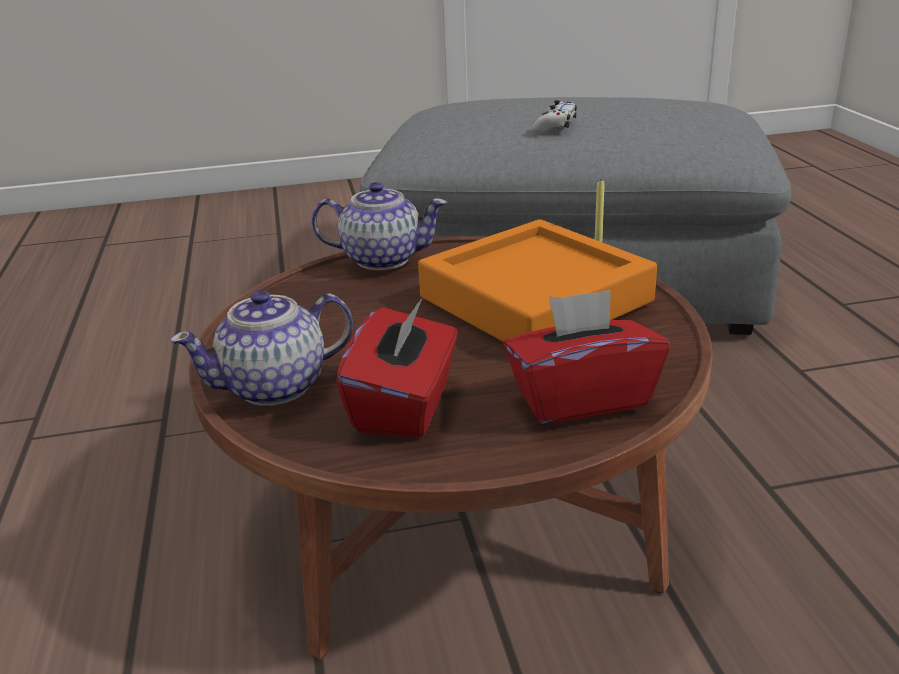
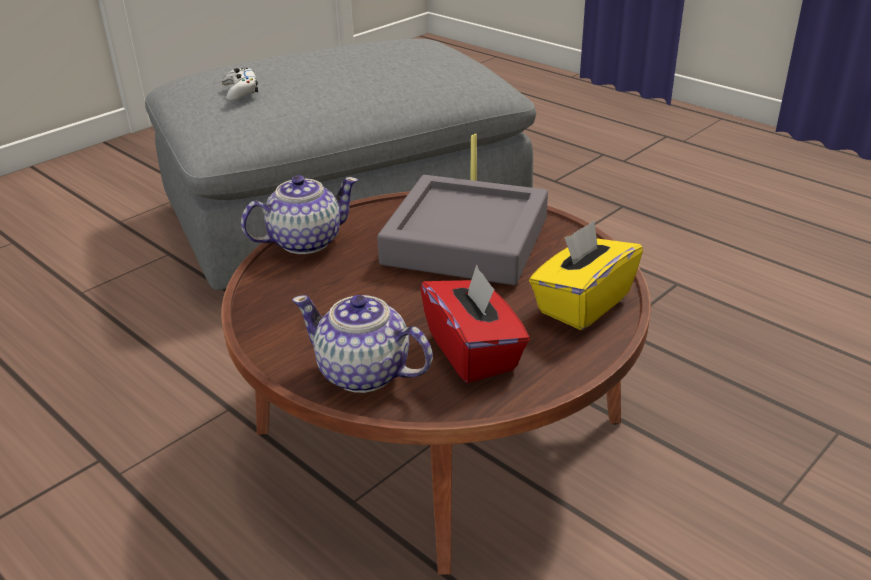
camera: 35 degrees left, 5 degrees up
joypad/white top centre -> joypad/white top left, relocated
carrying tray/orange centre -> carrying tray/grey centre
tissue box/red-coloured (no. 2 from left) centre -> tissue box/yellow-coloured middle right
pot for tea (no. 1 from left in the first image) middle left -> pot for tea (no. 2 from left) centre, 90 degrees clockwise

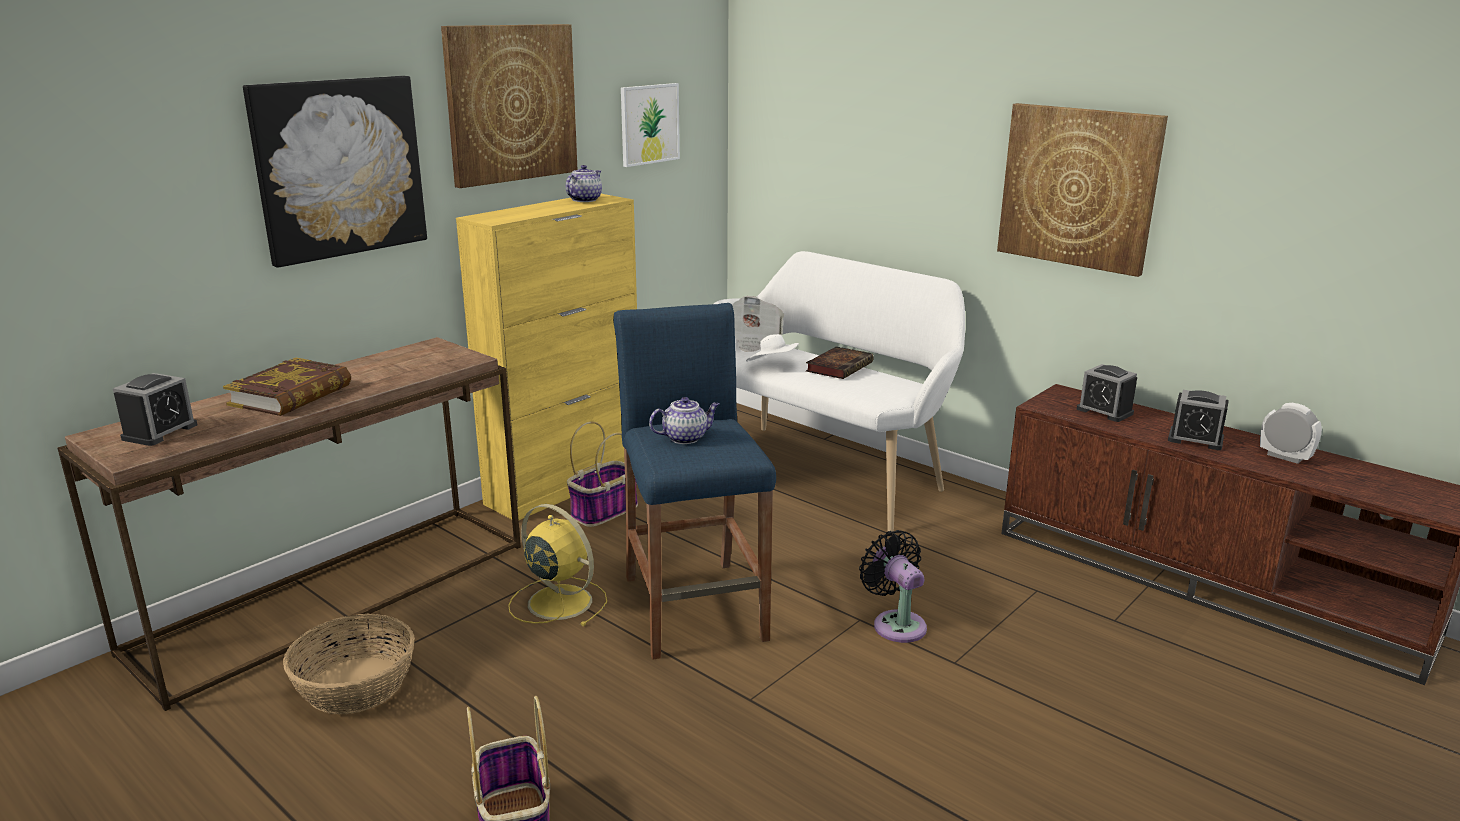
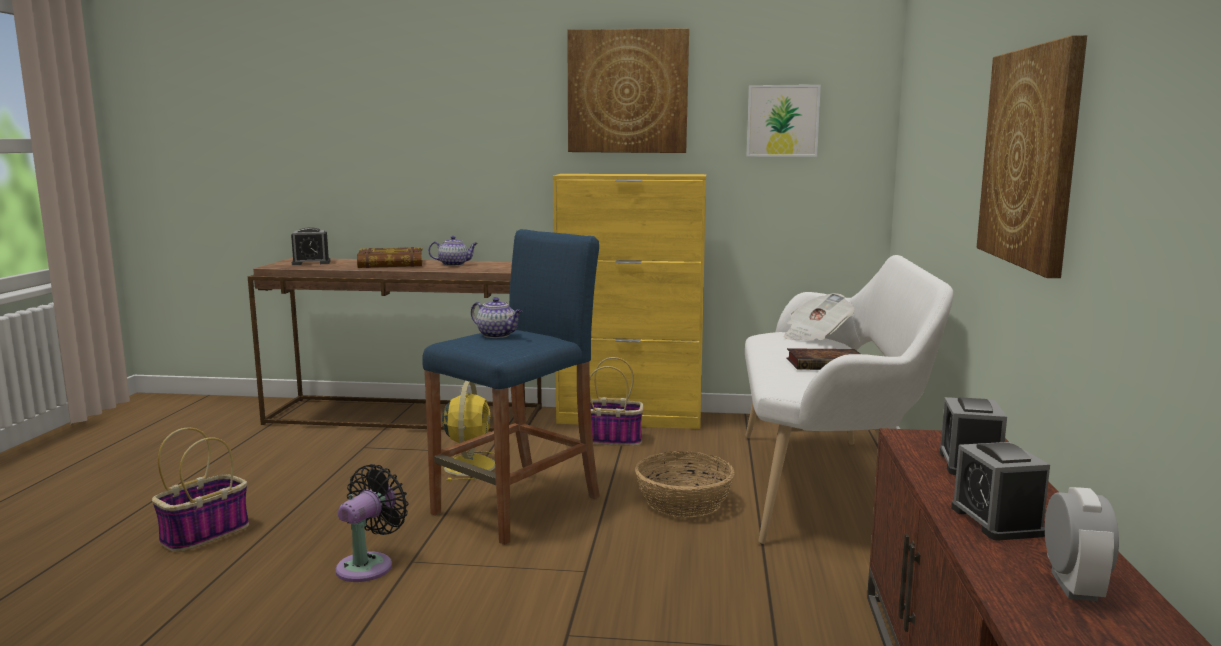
camera: 55 degrees right, 10 degrees down
picture (no. 1 from left) top left -> none
clothing hat/white centre -> none
basket (no. 1 from left in the first image) bottom left -> basket (no. 3 from left) bottom centre, relocated
pot for tea (no. 1 from left) top centre -> pot for tea (no. 1 from left) centre, relocated
electric fan/blackish bottom centre -> electric fan/blackish bottom left, relocated

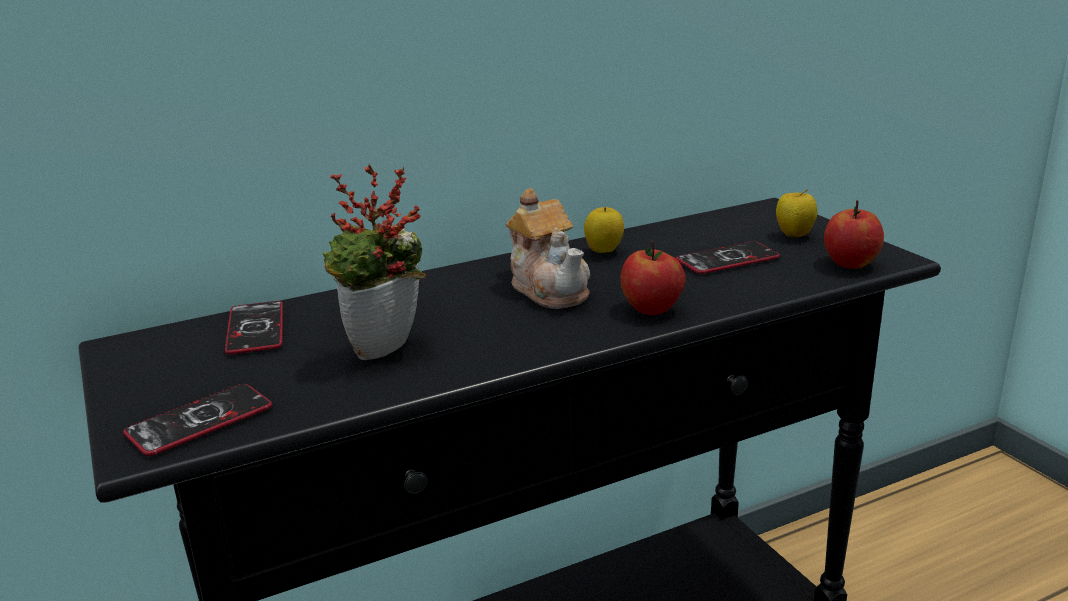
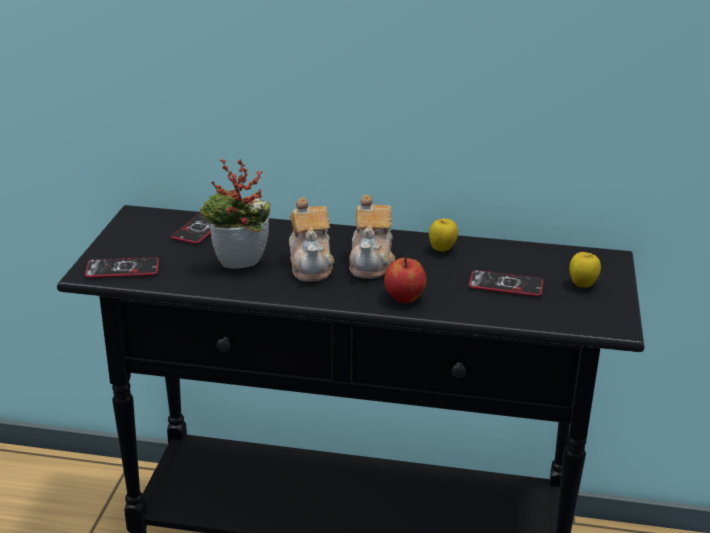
camera: 35 degrees right, 5 degrees up
apple (no. 4 from left) middle right -> none
none -> pot for tea (no. 1 from left) centre

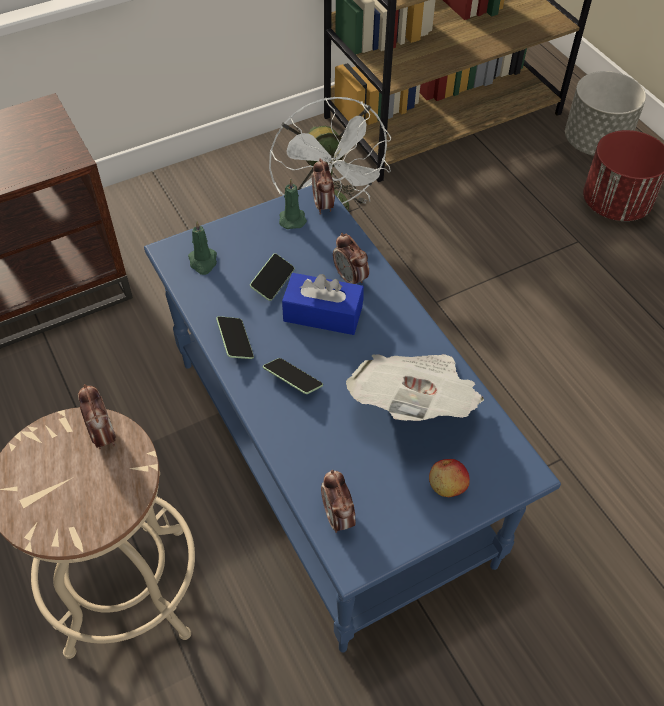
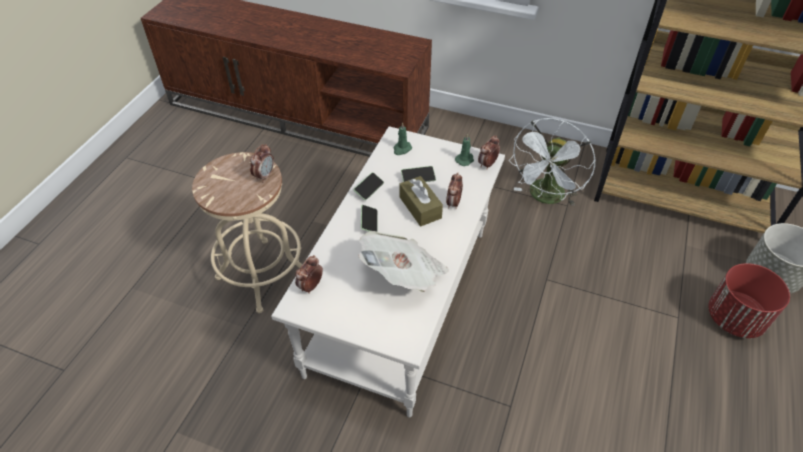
camera: 50 degrees right, 5 degrees down
apple bottom right -> none
low table/blue centre -> low table/white centre
tissue box/blue centre -> tissue box/brown centre

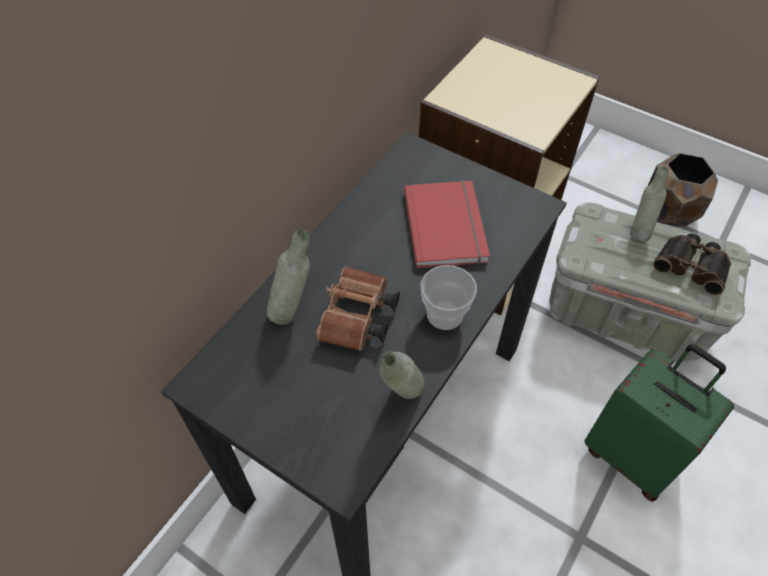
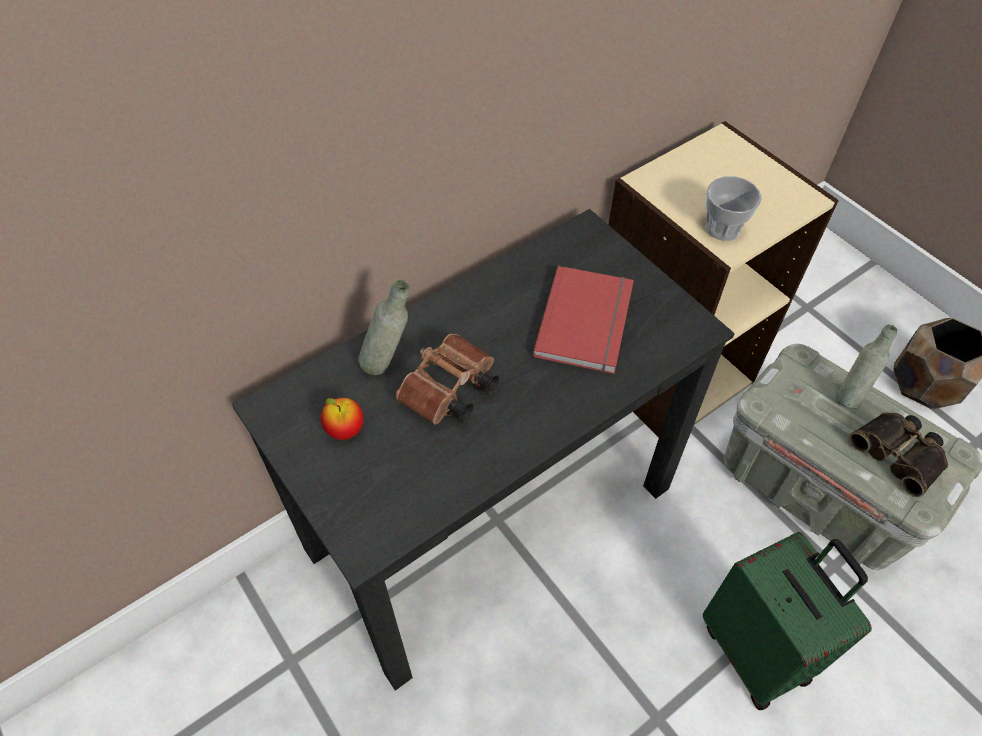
camera: 20 degrees right, 0 degrees up
beverage bottle/grey (no. 2 from left) centre -> none
none -> apple centre
drinking cup centre -> drinking cup top right, relocated

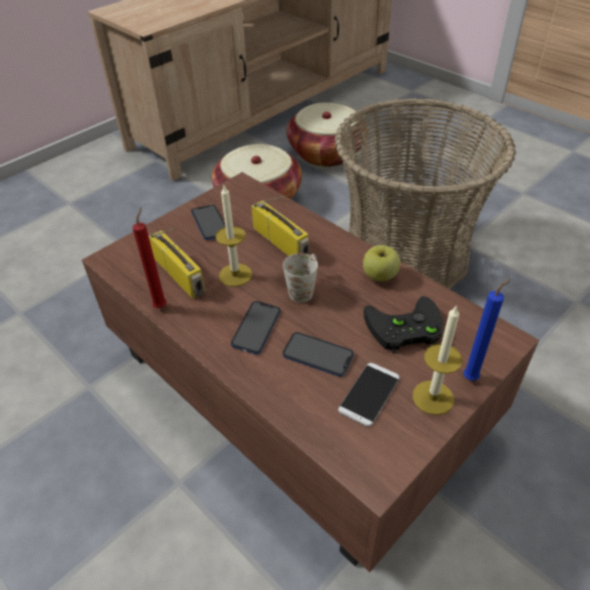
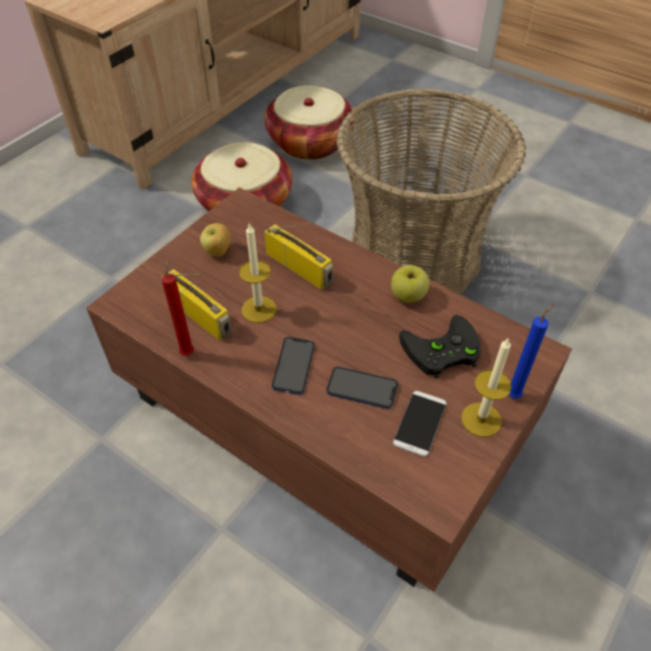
camera: 10 degrees left, 5 degrees up
coffee mug/white centre -> none
phone (no. 1 from left) centre -> apple (no. 1 from left) middle left

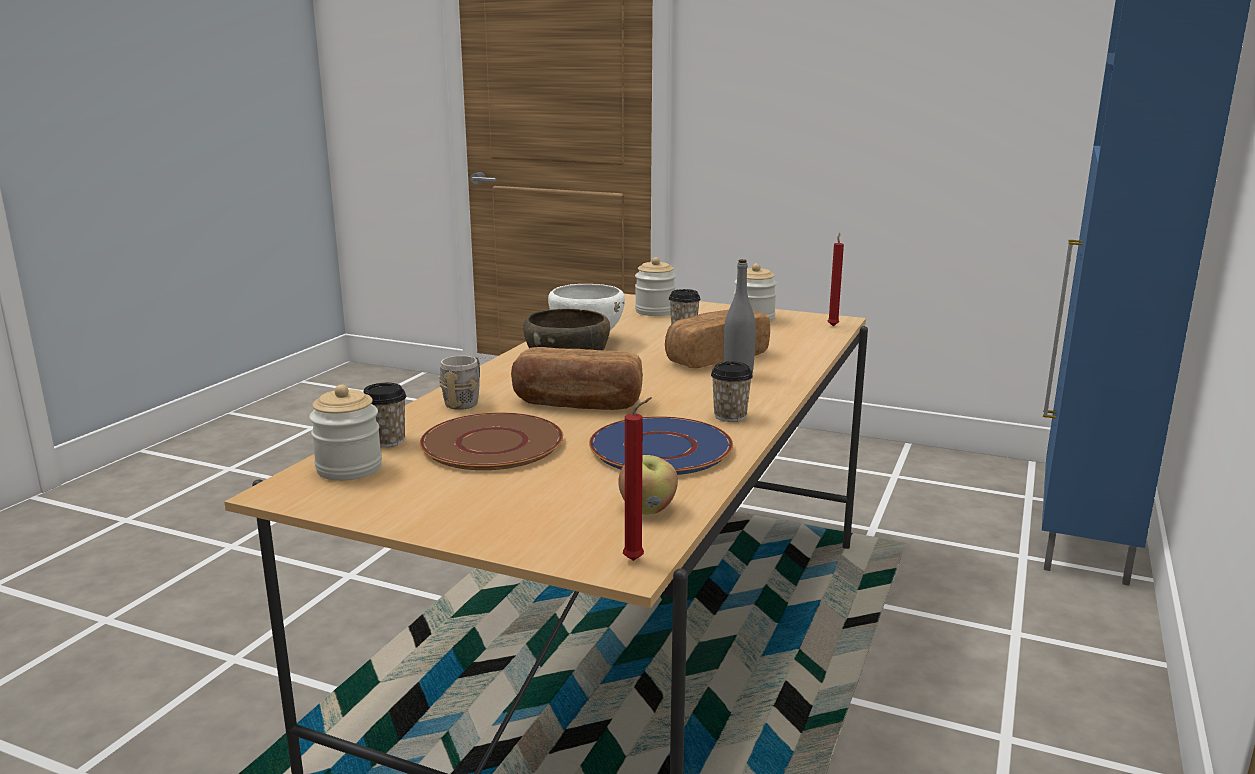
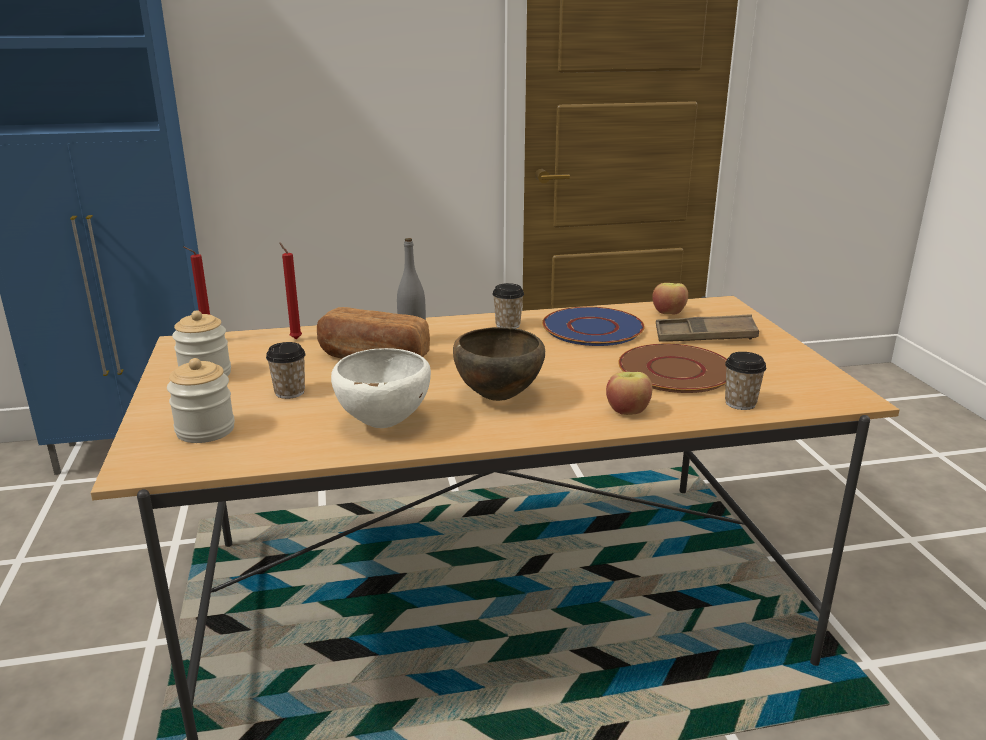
camera: 125 degrees left, 5 degrees up
preserve jar (no. 1 from left) middle left -> none
baked bread (no. 1 from left) centre -> none
none -> carrying tray/brown middle right
wax light/red-coloured (no. 1 from left in the first image) centre -> wax light/red-coloured (no. 2 from left) middle left, relocated
coffee mug/grey centre -> apple (no. 1 from left) centre

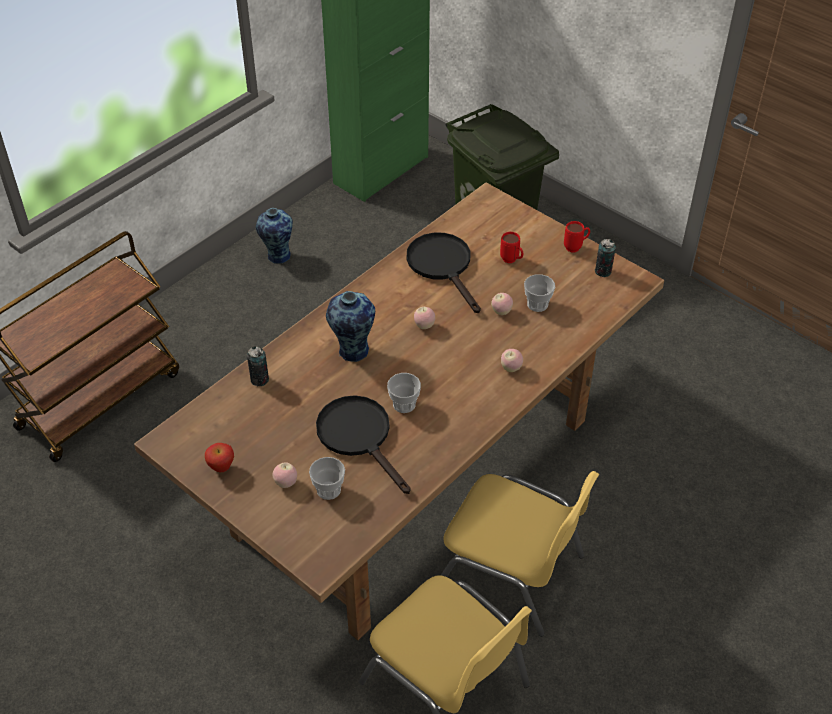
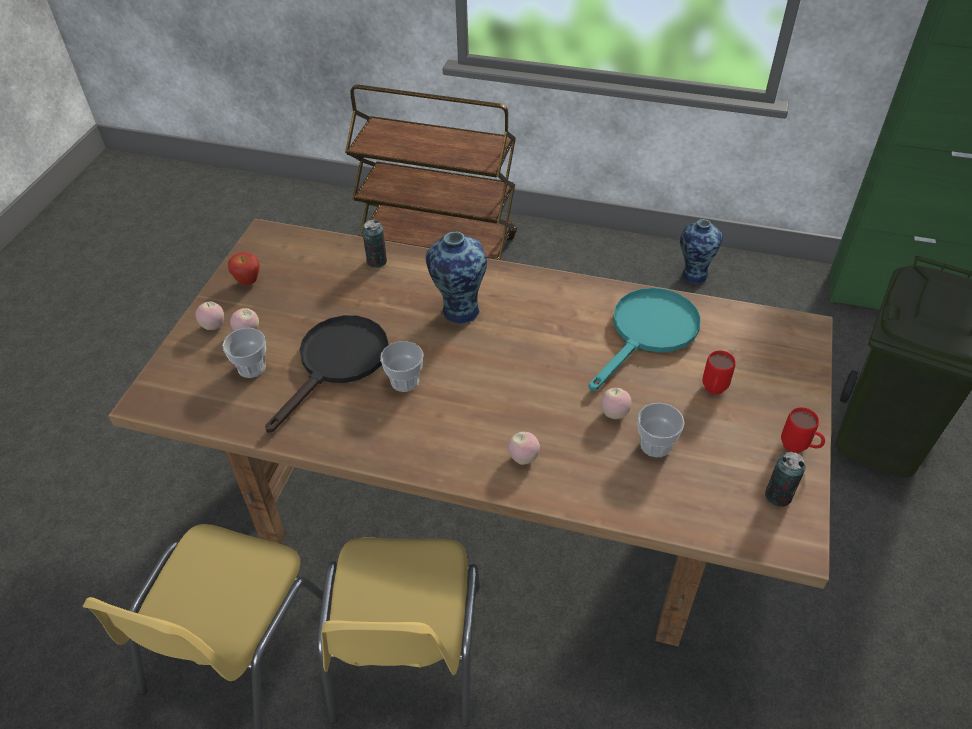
camera: 65 degrees right, 0 degrees up
apple (no. 3 from left in the first image) centre -> apple (no. 1 from left) middle left, relocated
pan/blackish (no. 2 from left) centre -> pan/turquoise-coloured centre

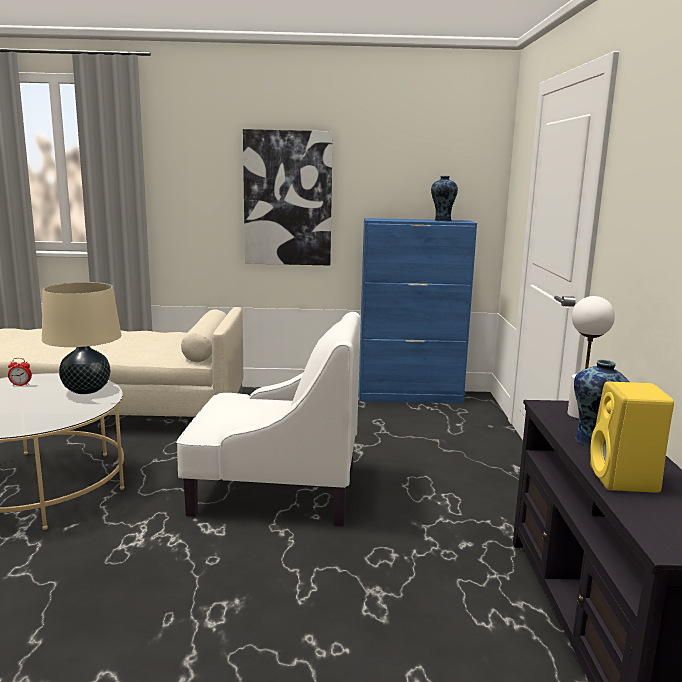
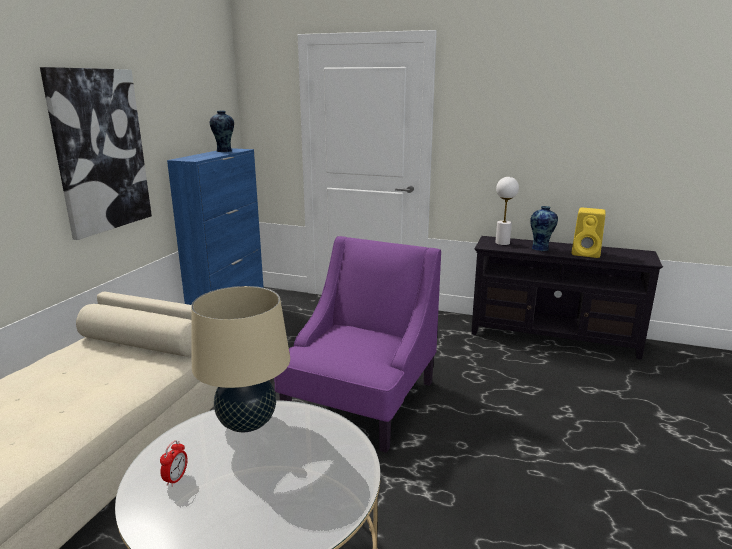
camera: 70 degrees left, 5 degrees up
armchair/white centre -> armchair/purplish centre

